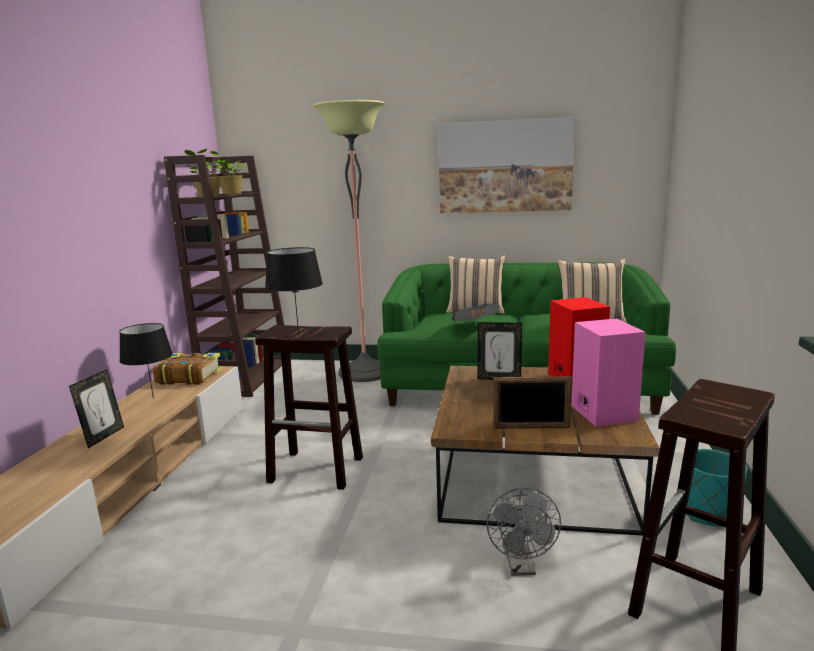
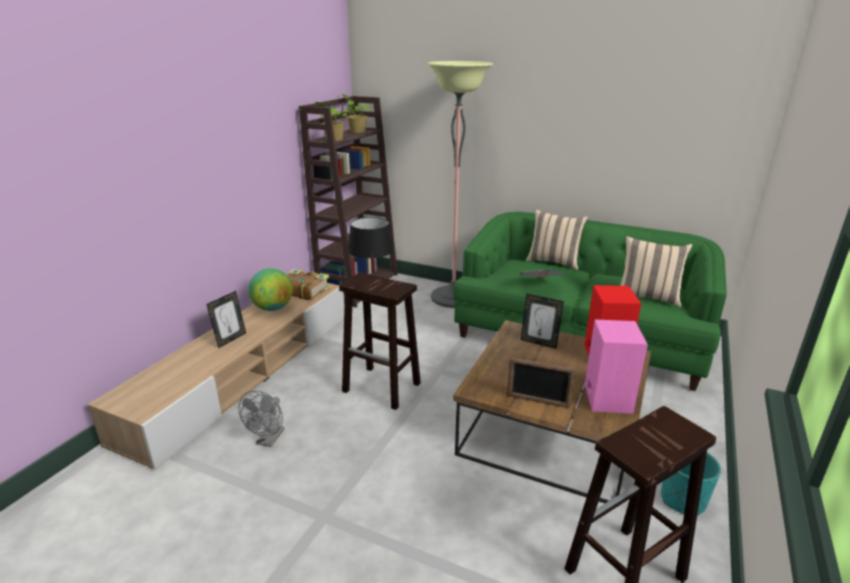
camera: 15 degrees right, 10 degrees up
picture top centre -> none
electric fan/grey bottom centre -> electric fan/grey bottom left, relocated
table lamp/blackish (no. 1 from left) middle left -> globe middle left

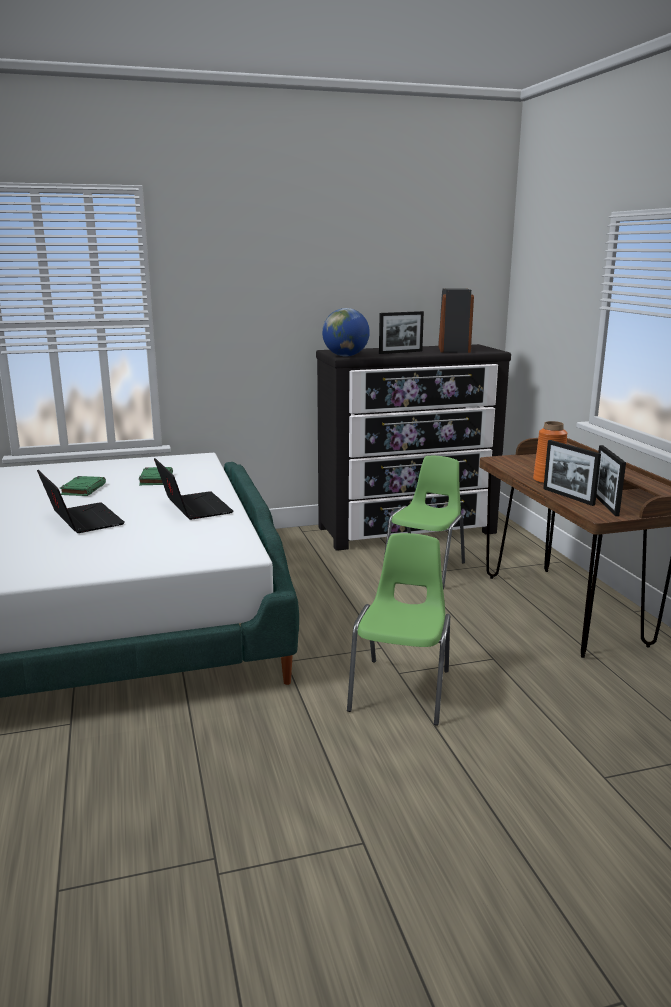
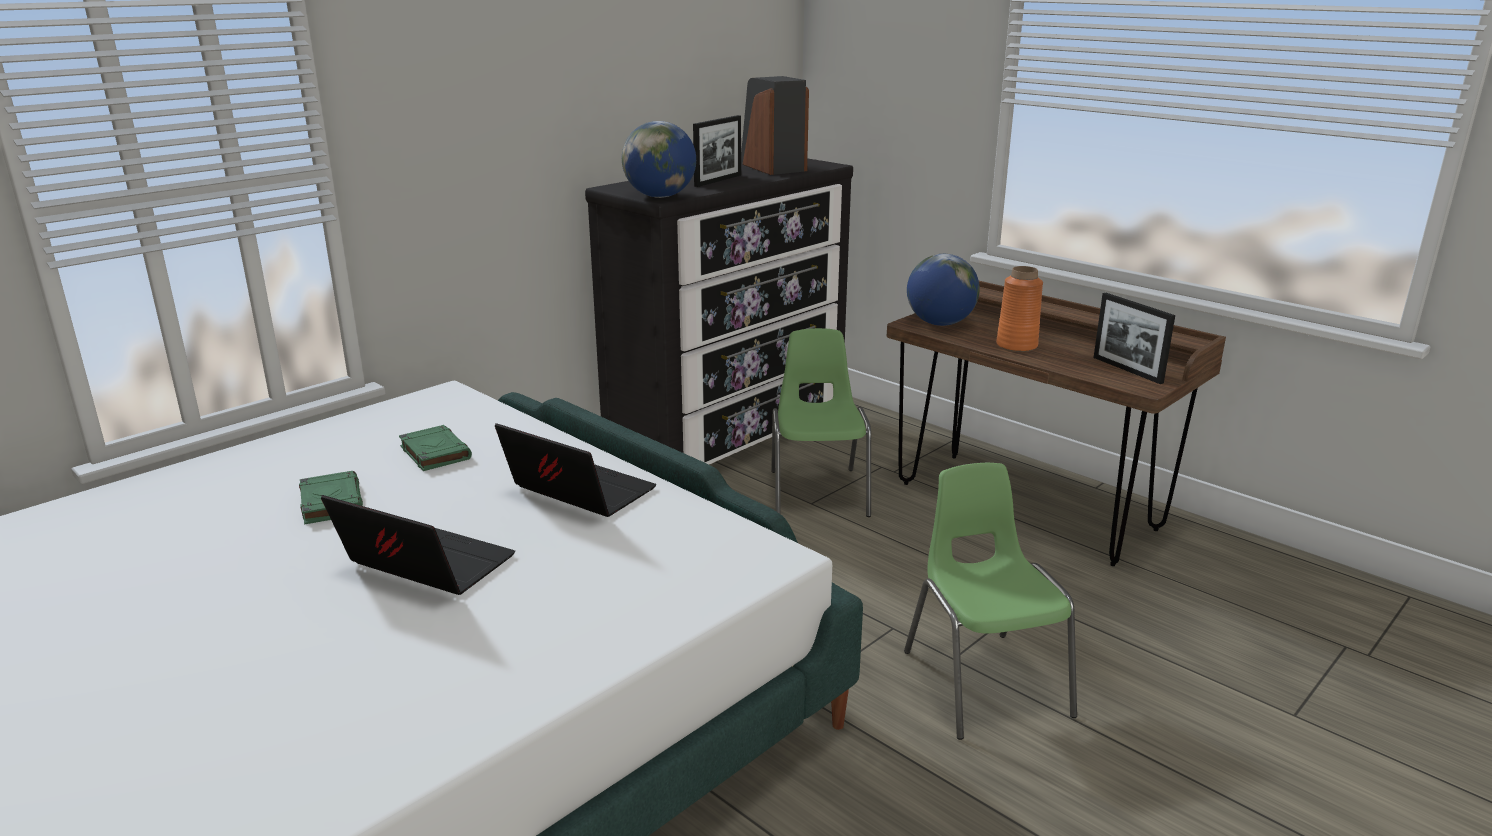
camera: 30 degrees left, 5 degrees up
photo frame (no. 2 from left) middle right -> none
none -> globe (no. 2 from left) centre

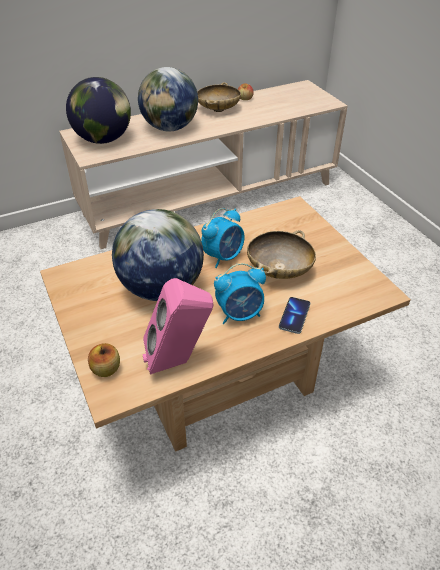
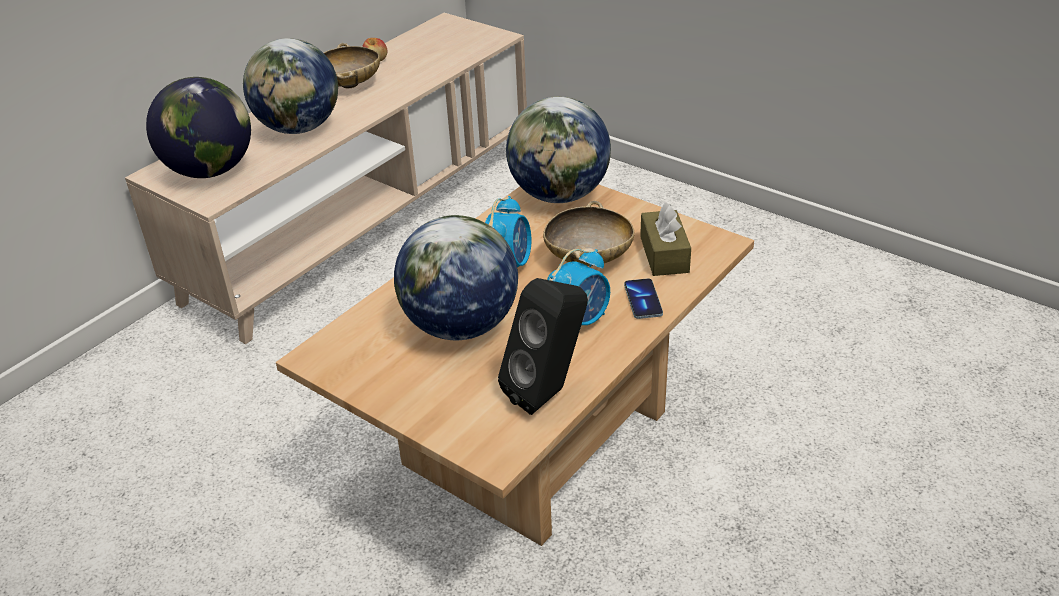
camera: 25 degrees left, 5 degrees down
apple (no. 1 from left) middle left -> none
none -> globe (no. 4 from left) top centre
none -> tissue box/brown centre
speaker/pink-coloured centre -> speaker/blackish centre

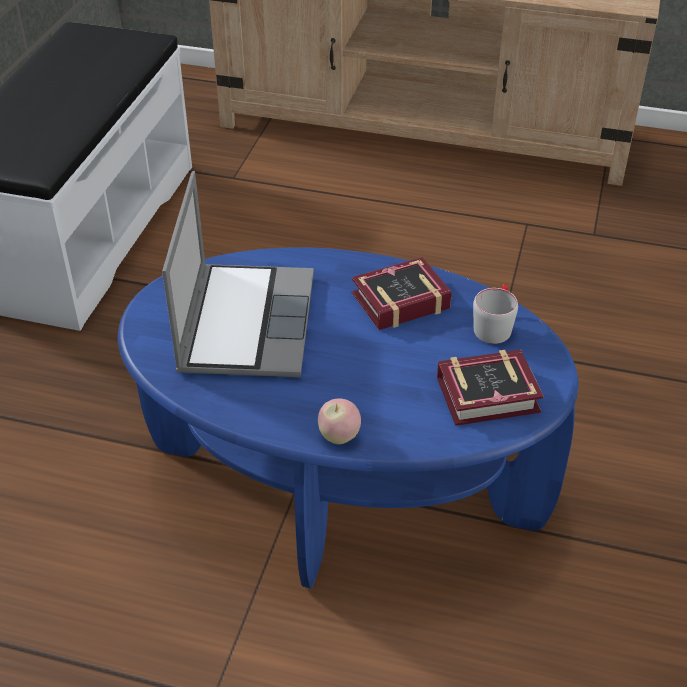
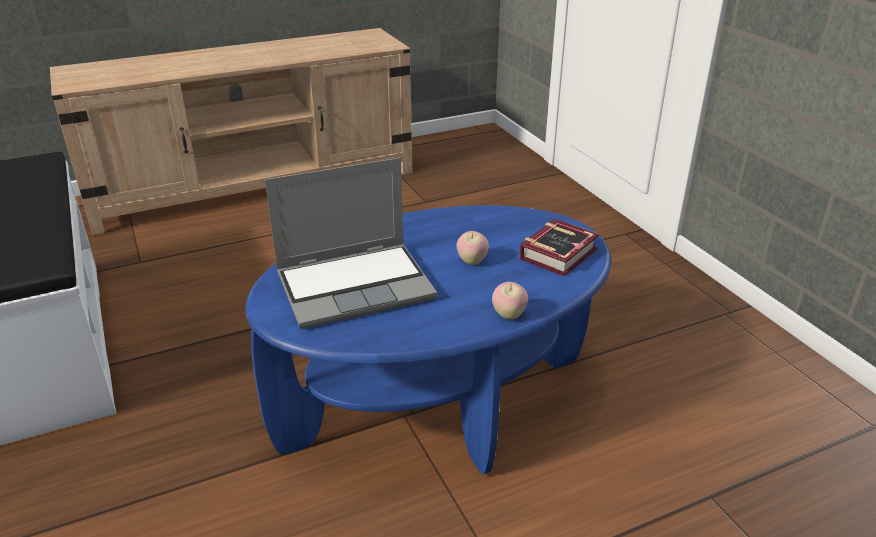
camera: 40 degrees left, 10 degrees down
volume (no. 1 from left) centre -> none
coffee mug/grey middle right -> none
none -> apple (no. 1 from left) centre
laptop centre, 105 degrees clockwise

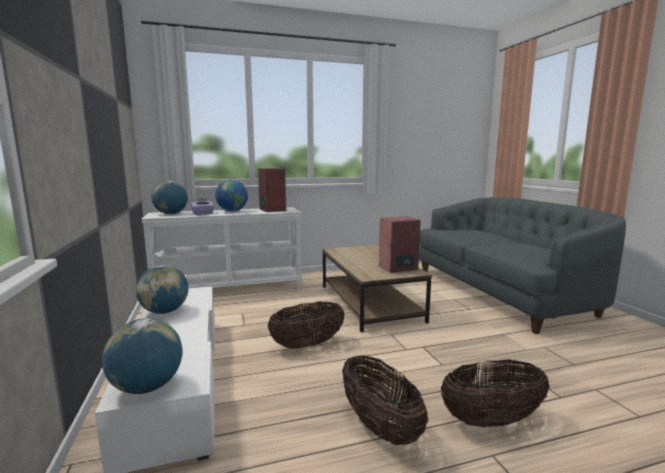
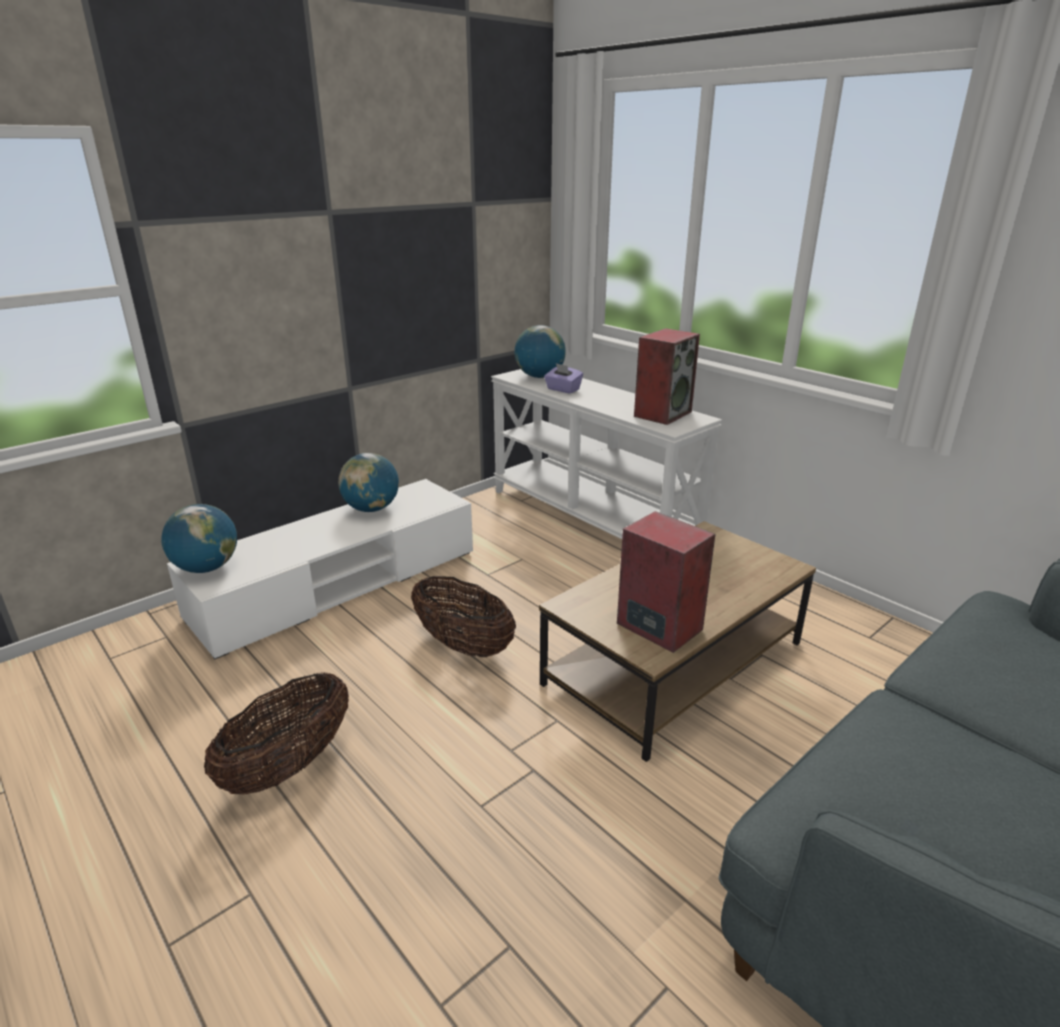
camera: 65 degrees right, 15 degrees up
globe (no. 4 from left) centre -> none
basket (no. 3 from left) bottom right -> none

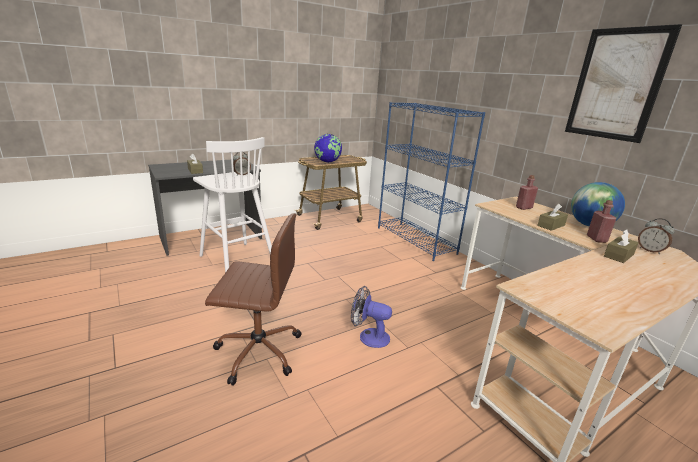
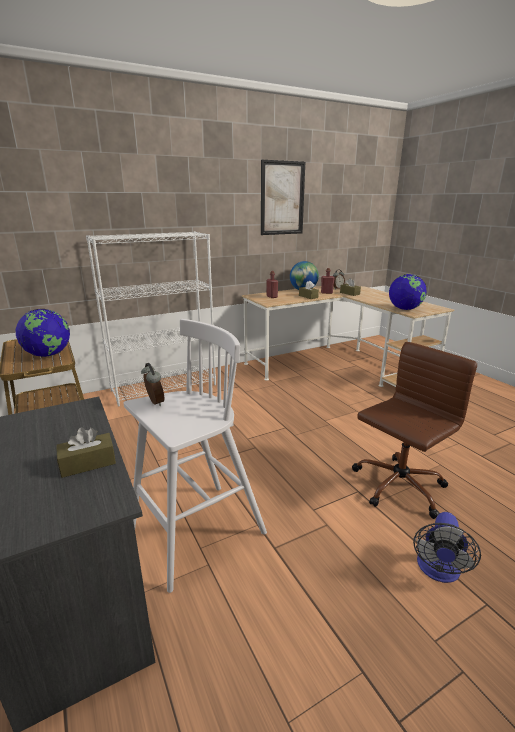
camera: 85 degrees left, 0 degrees up
none -> globe (no. 3 from left) middle right
electric fan bottom centre -> electric fan bottom right, relocated
shelving unit/blue centre -> shelving unit/white middle left
desk chair/brown centre -> desk chair/brown middle right, 45 degrees clockwise

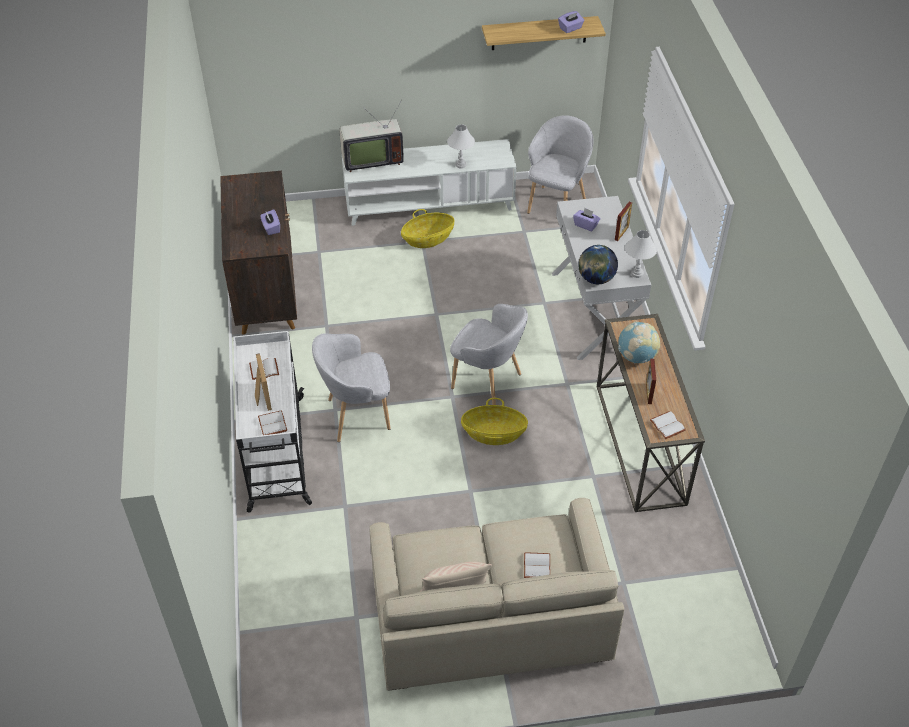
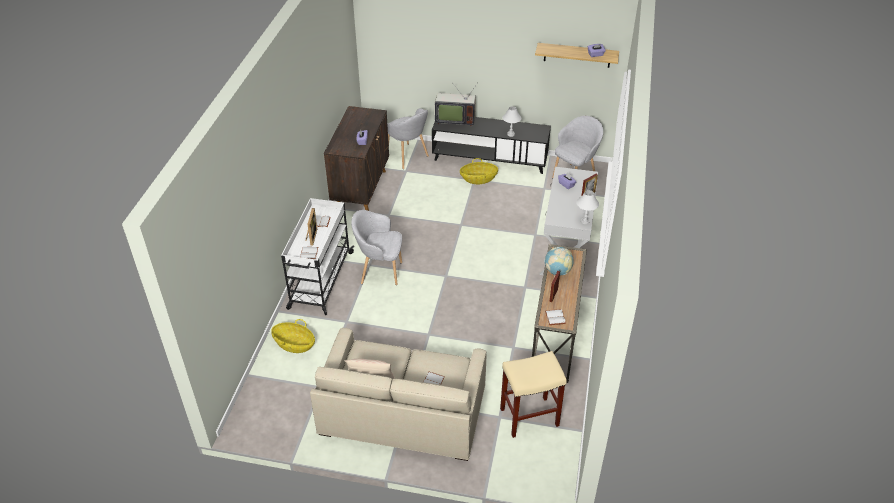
camera: 20 degrees right, 5 degrees down
globe (no. 1 from left) centre -> none
none -> sitting stool/sand-coloured bottom centre
armchair/grey (no. 2 from left) centre -> armchair/grey (no. 2 from left) top centre, relocated
basket (no. 2 from left in the first image) centre -> basket (no. 1 from left) bottom left, relocated
tv stand/white top centre -> tv stand/blackish top centre

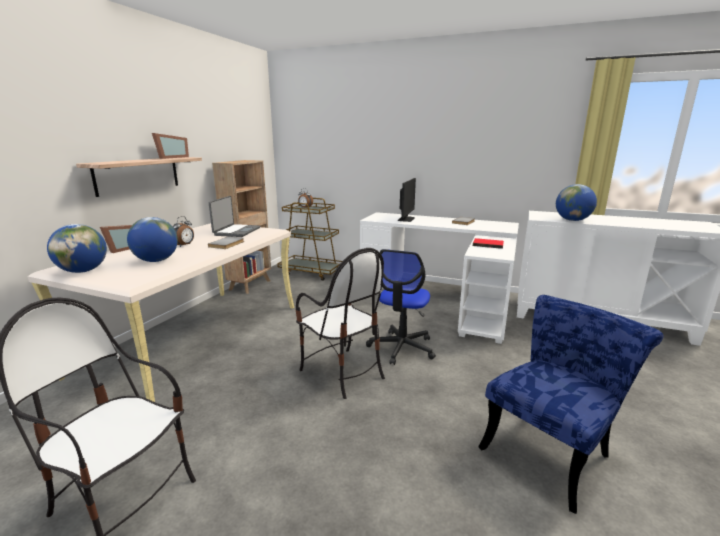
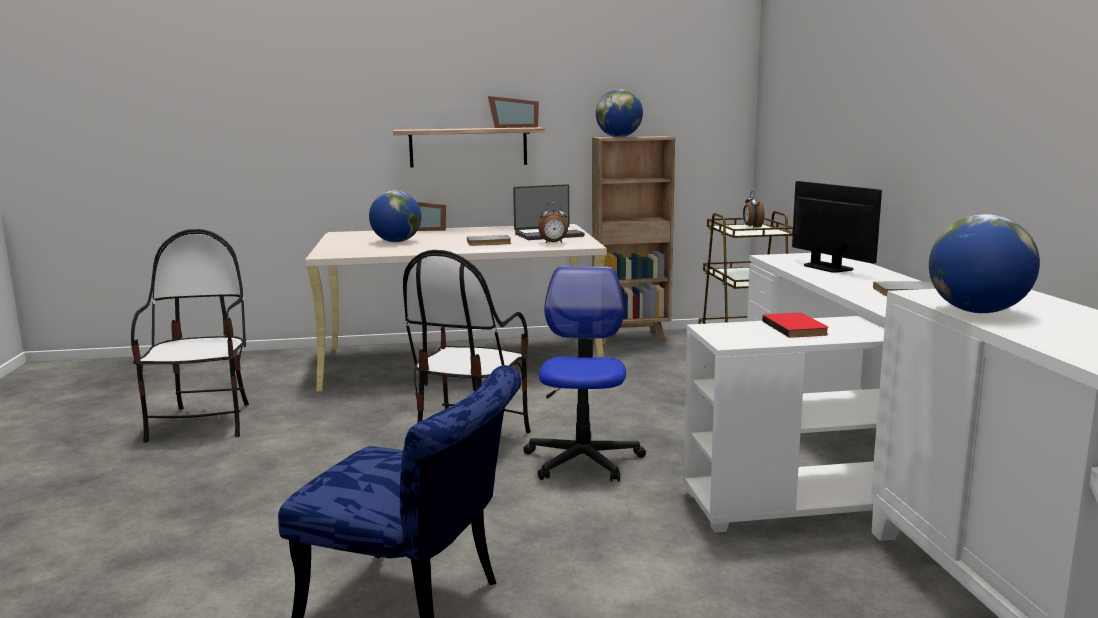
camera: 60 degrees right, 5 degrees down
globe (no. 1 from left in the first image) middle left -> globe (no. 2 from left) top centre, relocated
table clock (no. 1 from left) middle left -> table clock (no. 1 from left) centre, relocated
desk chair centre, 105 degrees clockwise
computer screen centre -> computer screen middle right, 105 degrees counterclockwise

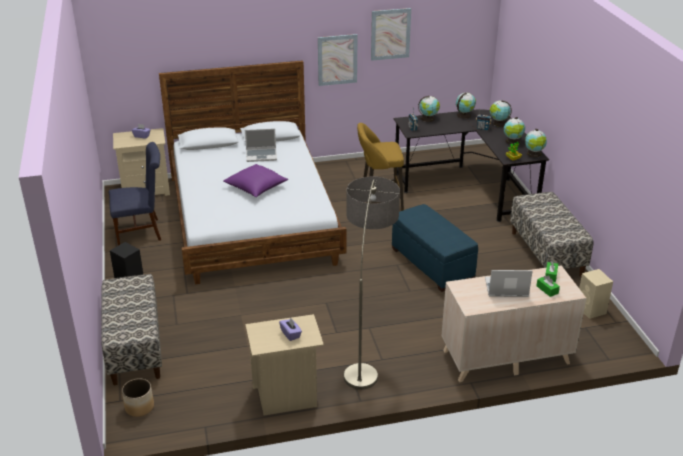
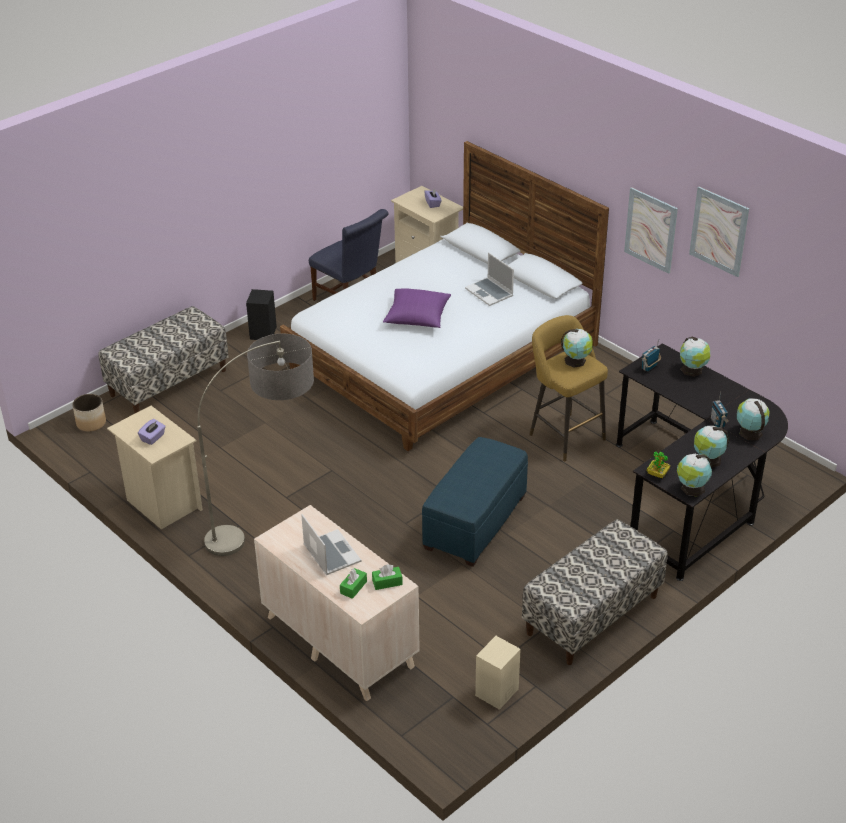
camera: 60 degrees right, 5 degrees up
globe (no. 2 from left in the first image) top right -> globe (no. 1 from left) middle right, relocated

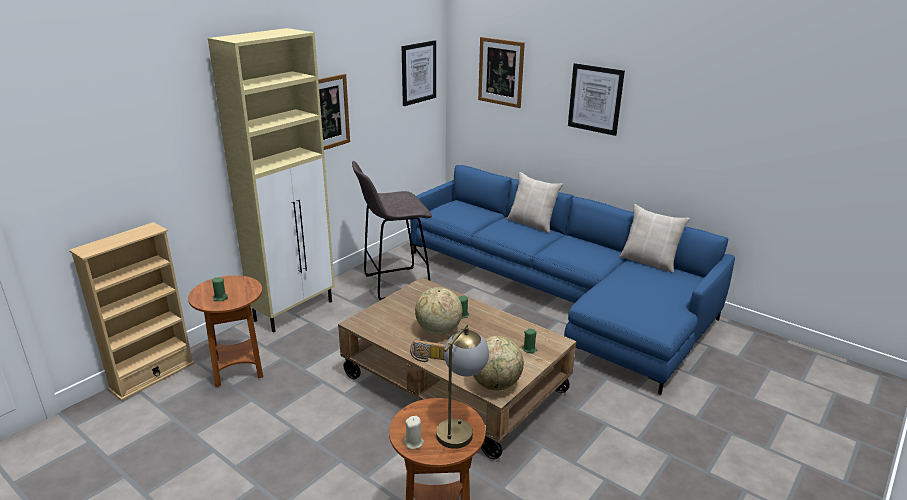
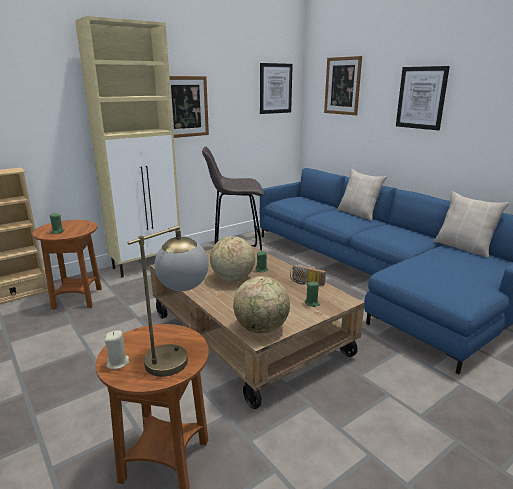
camera: 15 degrees right, 5 degrees down
radio receiver bottom centre -> radio receiver centre, relocated

